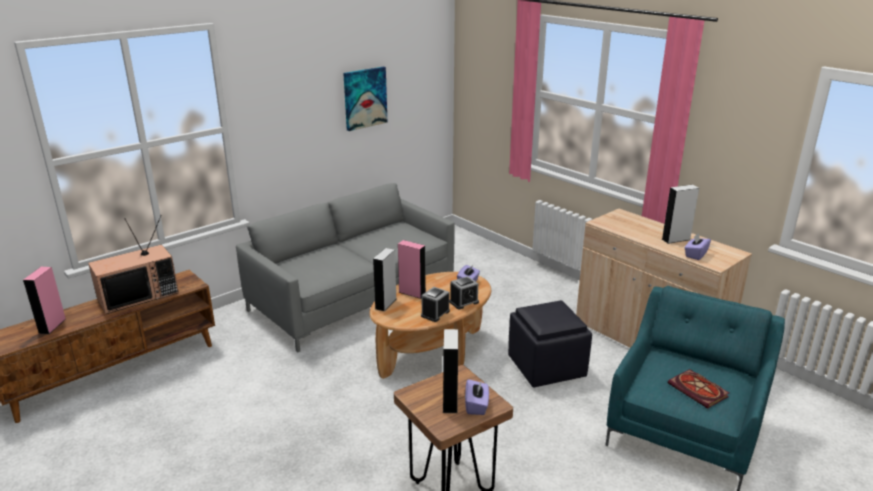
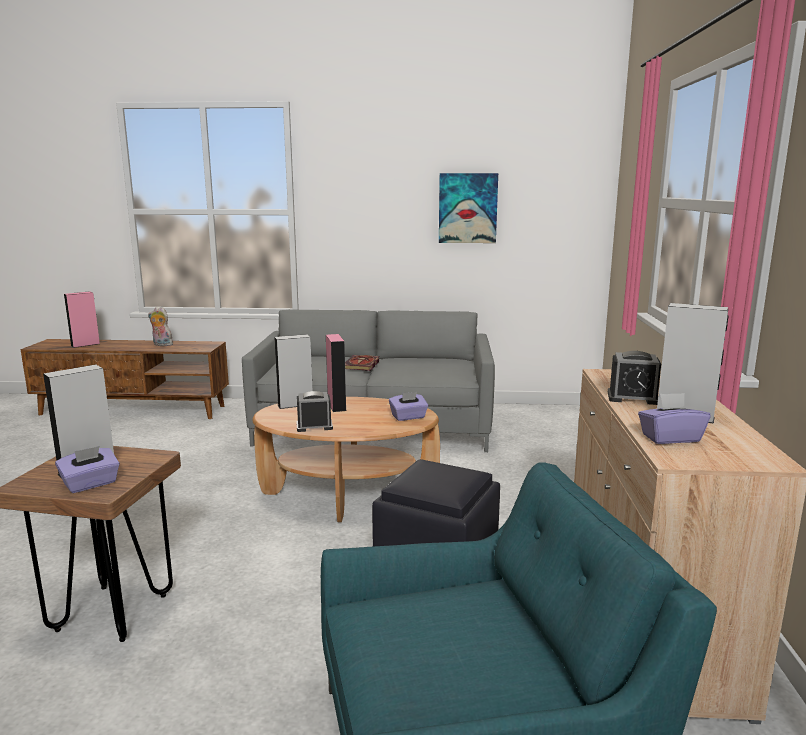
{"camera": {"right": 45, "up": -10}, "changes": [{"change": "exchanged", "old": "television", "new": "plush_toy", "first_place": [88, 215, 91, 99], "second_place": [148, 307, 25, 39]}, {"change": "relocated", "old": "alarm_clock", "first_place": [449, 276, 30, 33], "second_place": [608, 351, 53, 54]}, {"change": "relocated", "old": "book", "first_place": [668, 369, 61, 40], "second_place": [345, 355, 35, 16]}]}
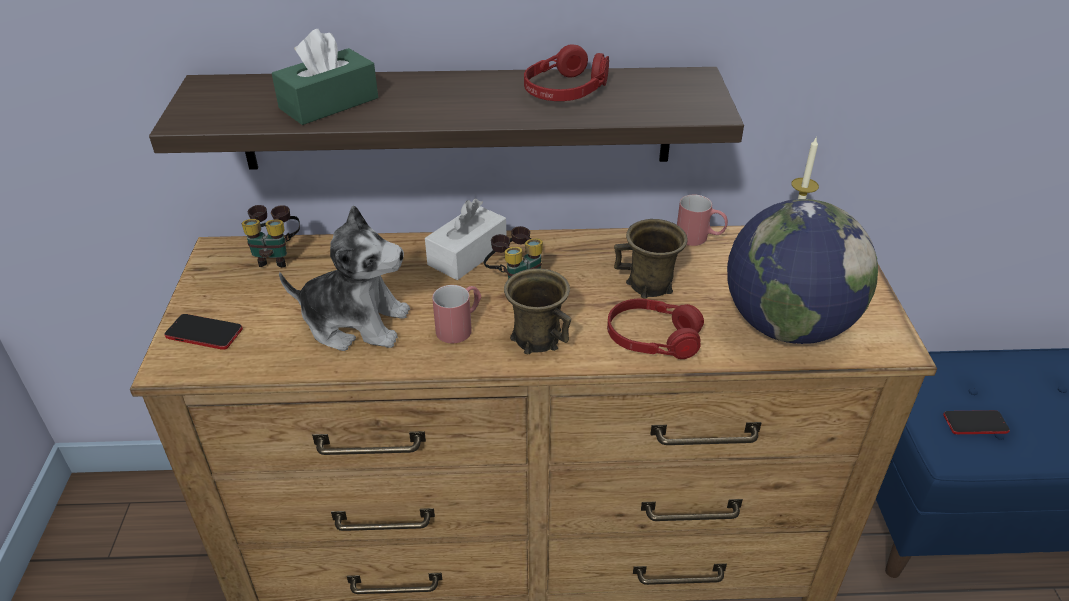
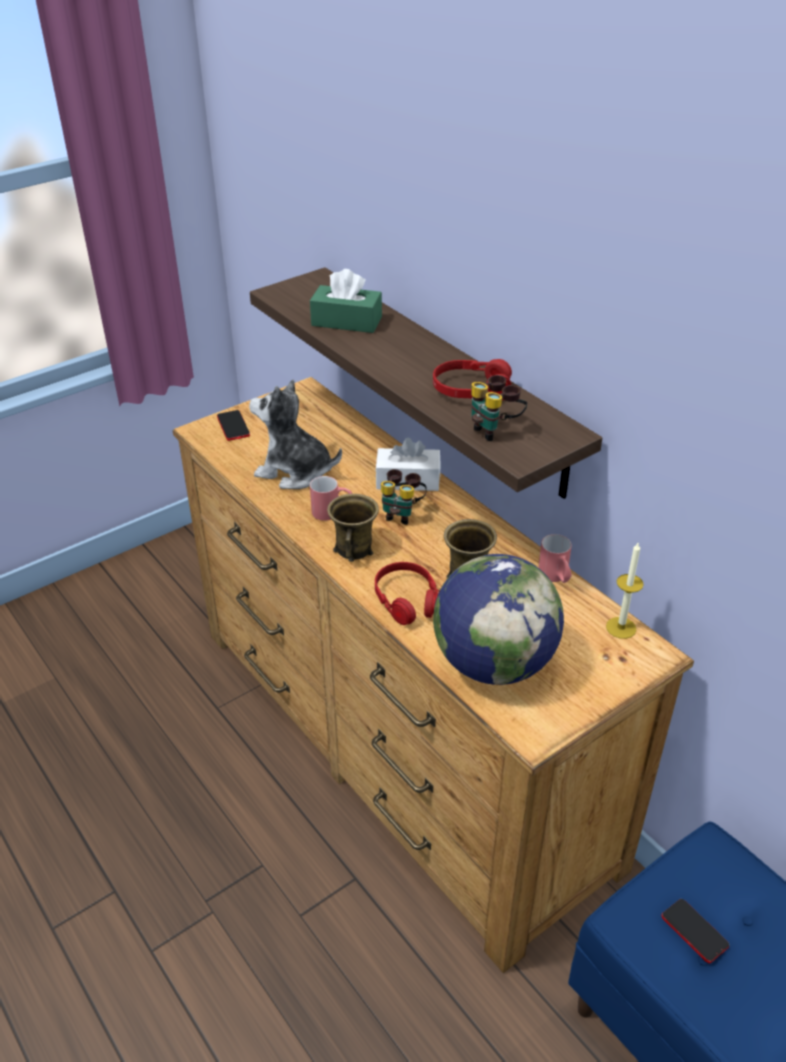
{"camera": {"right": 55, "up": 0}, "changes": [{"change": "relocated", "old": "binoculars", "first_place": [242, 205, 58, 63], "second_place": [471, 375, 56, 66]}, {"change": "spun", "old": "plush_toy", "first_place": [279, 205, 131, 146], "second_place": [249, 380, 93, 109], "degrees": 135}]}
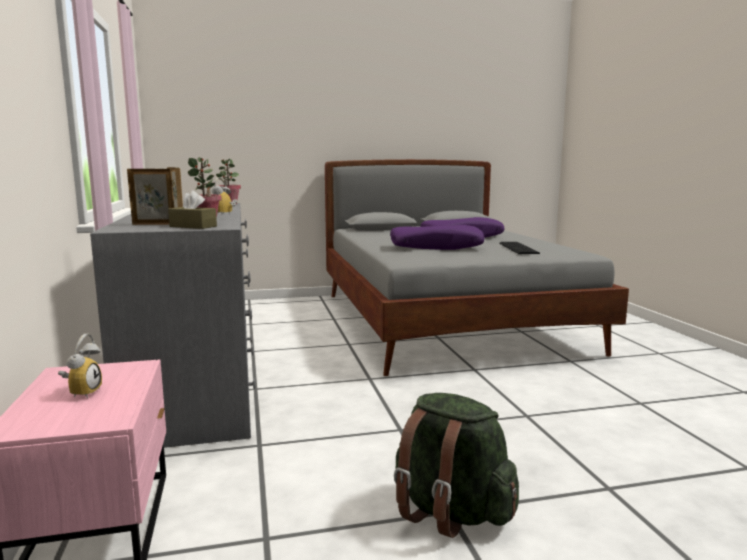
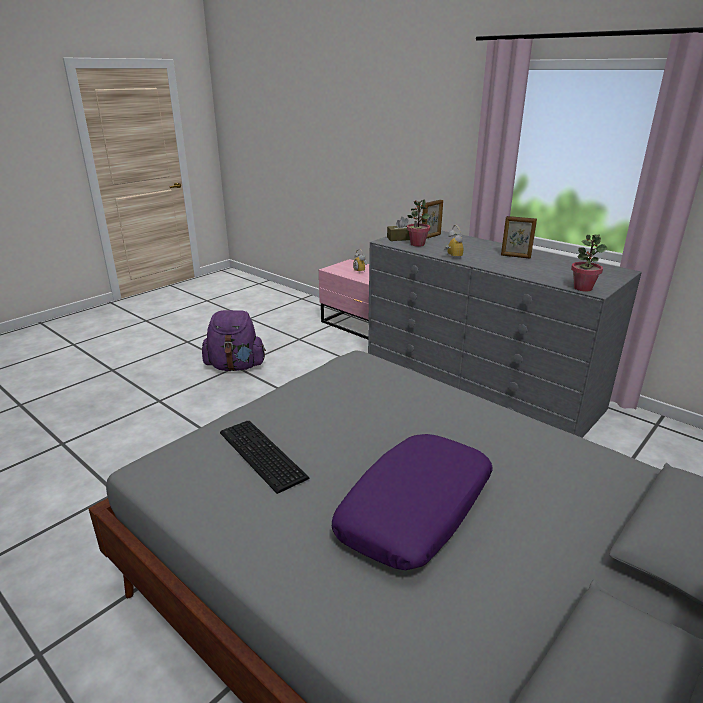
{"camera": {"right": 145, "up": 15}, "changes": [{"change": "missing", "old": "purple_pillow", "first_place": [390, 225, 95, 25]}, {"change": "colour", "old": "green_backpack", "new": "purple_backpack", "first_place": [394, 393, 125, 145], "second_place": [202, 310, 64, 61]}]}
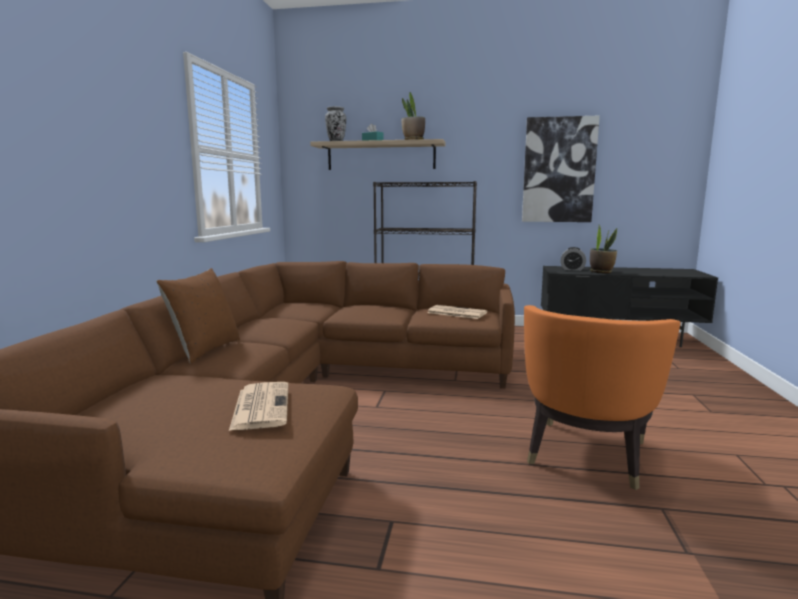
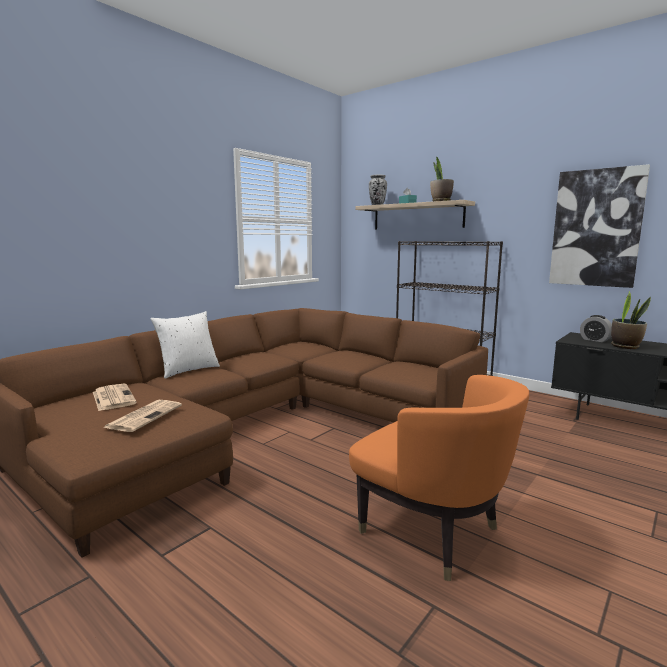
{"camera": {"right": 30, "up": 0}, "changes": [{"change": "colour", "old": "brown_pillow", "new": "white_pillow", "first_place": [156, 268, 84, 96], "second_place": [150, 311, 70, 68]}, {"change": "relocated", "old": "newspaper", "first_place": [428, 305, 59, 14], "second_place": [93, 384, 44, 27]}, {"change": "spun", "old": "orange_armchair", "first_place": [524, 305, 157, 185], "second_place": [349, 375, 180, 206], "degrees": -105}]}
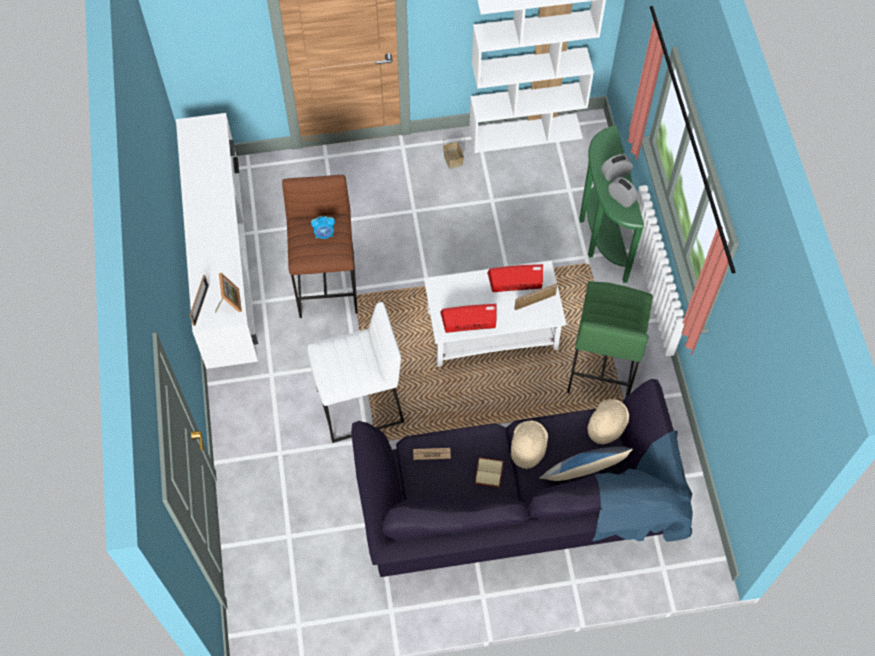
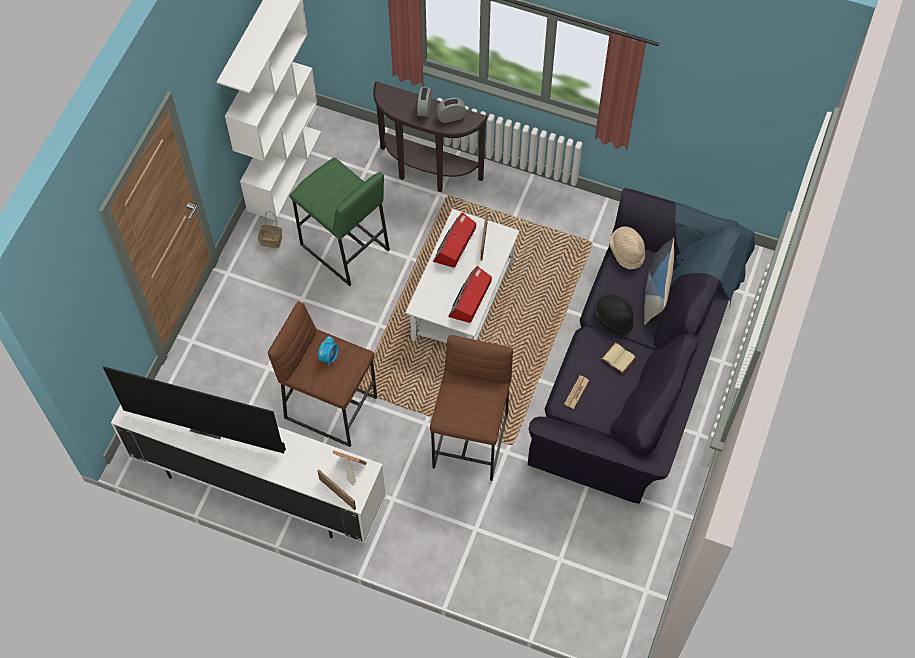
{"camera": {"right": -60, "up": 0}, "changes": [{"change": "colour", "old": "white_stool", "new": "brown_stool", "first_place": [307, 302, 97, 141], "second_place": [430, 335, 83, 146]}, {"change": "colour", "old": "beige_hat", "new": "black_hat", "first_place": [511, 420, 37, 49], "second_place": [594, 294, 40, 41]}, {"change": "relocated", "old": "green_stool", "first_place": [567, 281, 86, 117], "second_place": [290, 157, 100, 129]}, {"change": "colour", "old": "green_console_table", "new": "brown_console_table", "first_place": [579, 125, 65, 158], "second_place": [373, 82, 115, 110]}, {"change": "appeared", "new": "television", "second_place": [103, 366, 183, 87]}]}
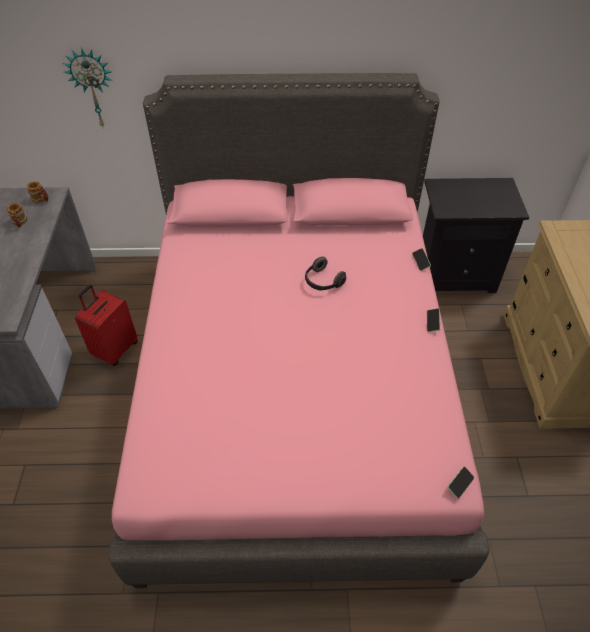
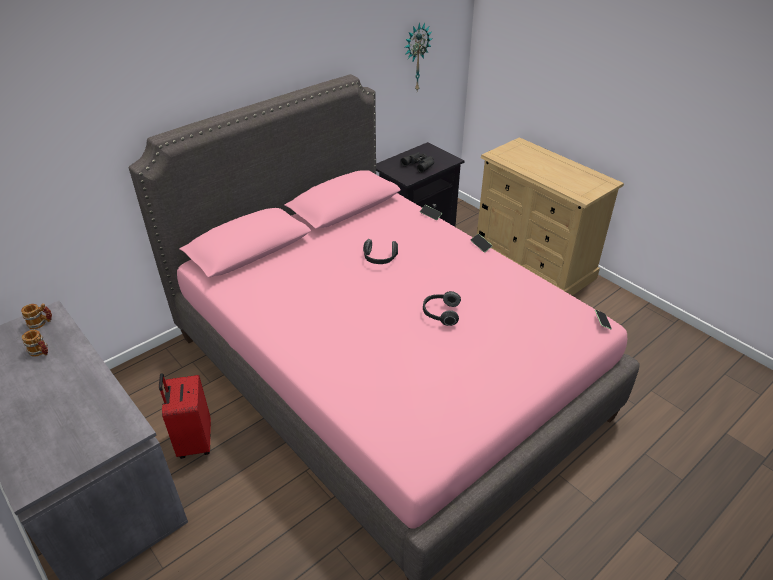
{"camera": {"right": -40, "up": -10}, "changes": [{"change": "relocated", "old": "wall_clock", "first_place": [62, 48, 51, 79], "second_place": [404, 22, 28, 69]}, {"change": "appeared", "new": "black_binoculars", "second_place": [400, 152, 34, 21]}, {"change": "appeared", "new": "headphones", "second_place": [423, 291, 38, 35]}]}
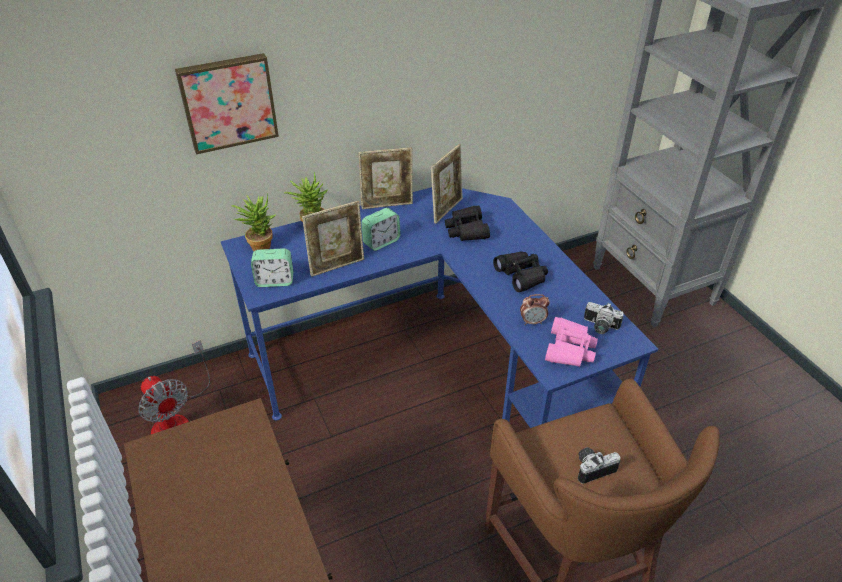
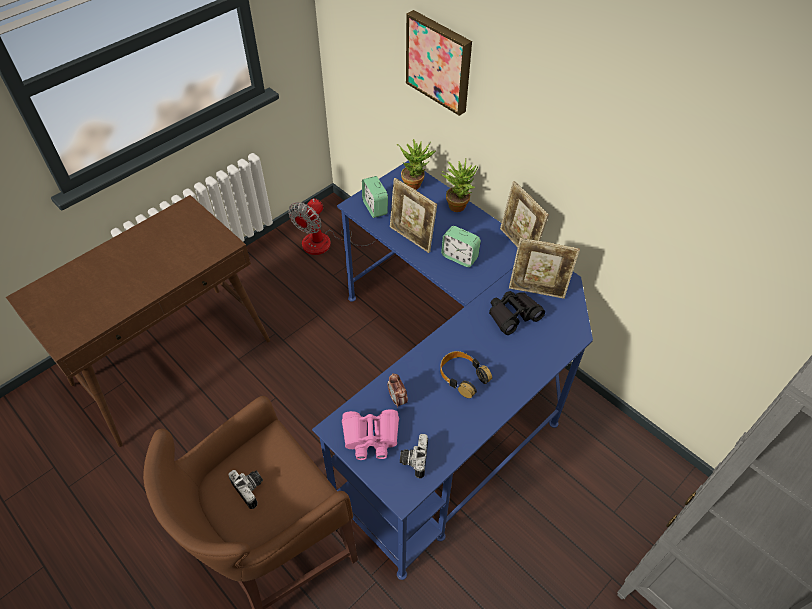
{"camera": {"right": 70, "up": 10}, "changes": [{"change": "exchanged", "old": "black_binoculars", "new": "headphones", "first_place": [493, 251, 55, 41], "second_place": [440, 351, 52, 47]}]}
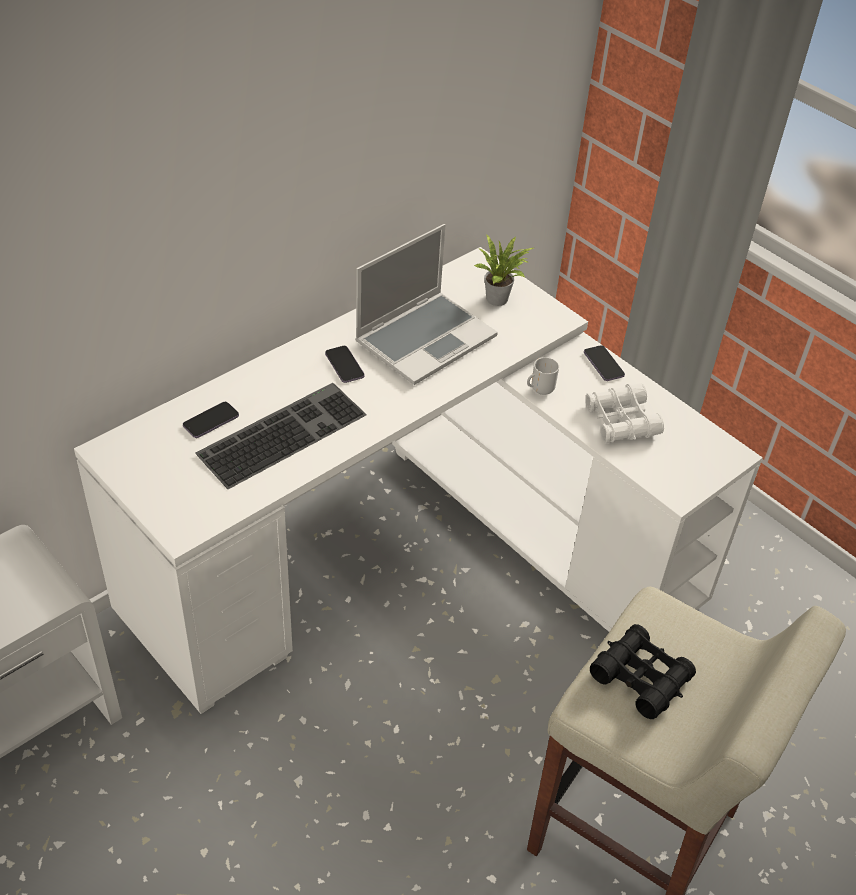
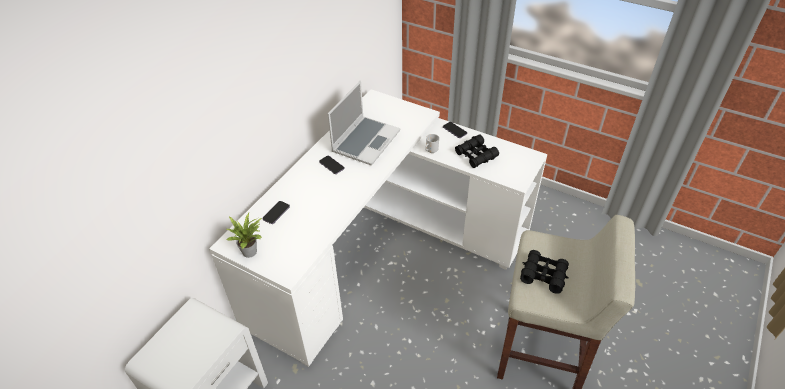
{"camera": {"right": -15, "up": 0}, "changes": [{"change": "missing", "old": "keyboard", "first_place": [195, 383, 172, 106]}, {"change": "relocated", "old": "potted_plant", "first_place": [474, 234, 62, 72], "second_place": [227, 213, 35, 45]}, {"change": "colour", "old": "white_binoculars", "new": "black_binoculars", "first_place": [585, 384, 79, 59], "second_place": [455, 135, 44, 33]}]}
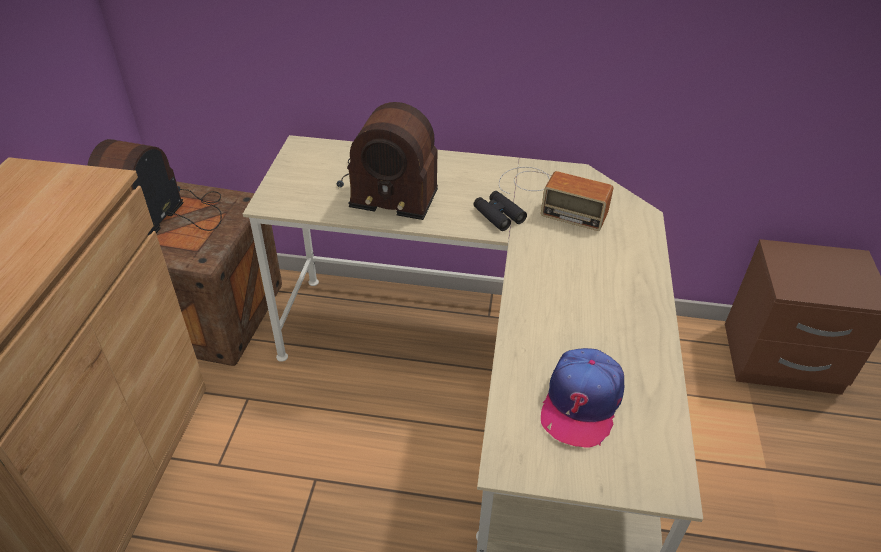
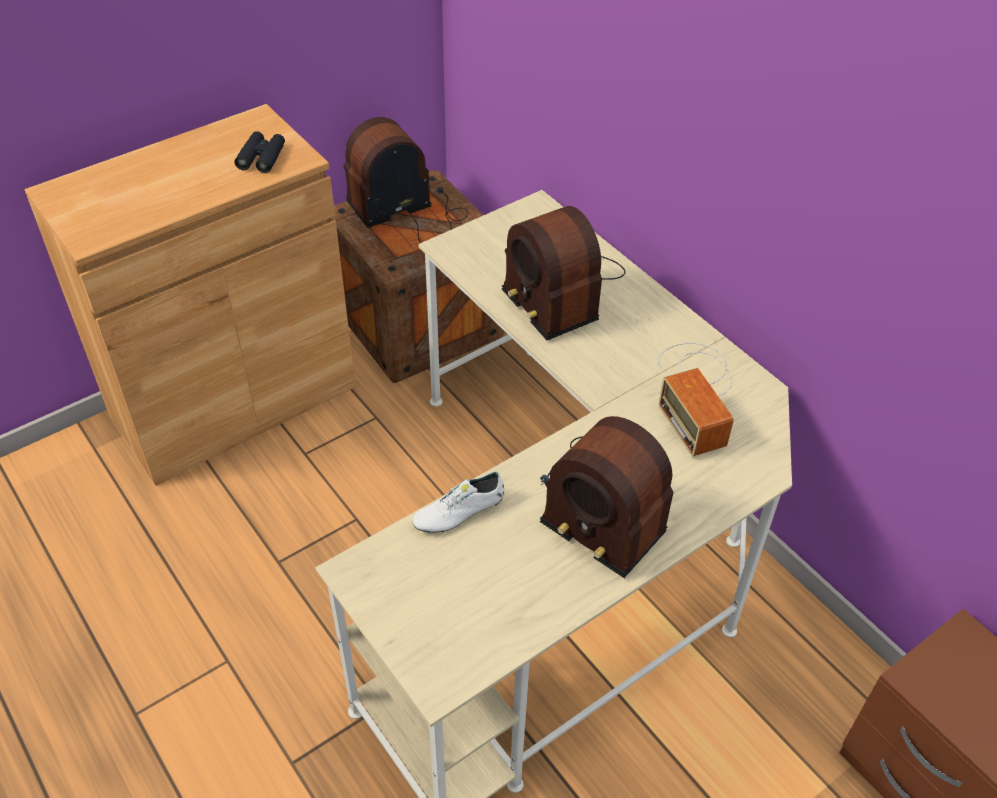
{"camera": {"right": 45, "up": 5}, "changes": [{"change": "relocated", "old": "black_binoculars", "first_place": [474, 191, 53, 40], "second_place": [235, 131, 50, 42]}, {"change": "missing", "old": "cap", "first_place": [541, 348, 83, 100]}, {"change": "appeared", "new": "white_shoe", "second_place": [412, 471, 92, 62]}, {"change": "appeared", "new": "radio", "second_place": [540, 416, 134, 162]}]}
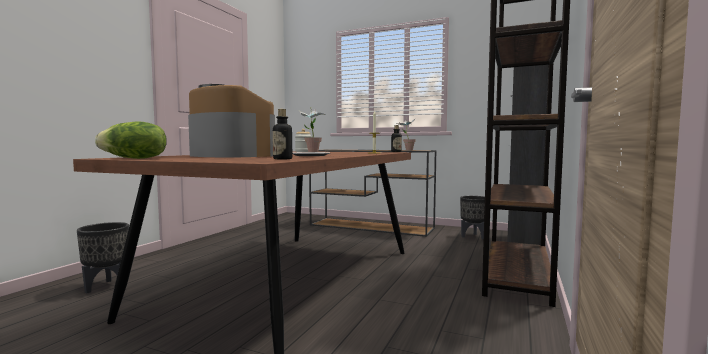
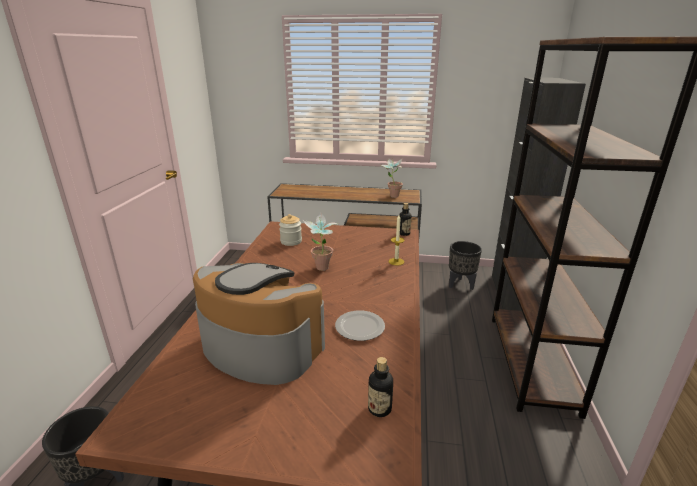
{"camera": {"right": -15, "up": 20}, "changes": [{"change": "missing", "old": "lettuce", "first_place": [95, 121, 72, 38]}]}
